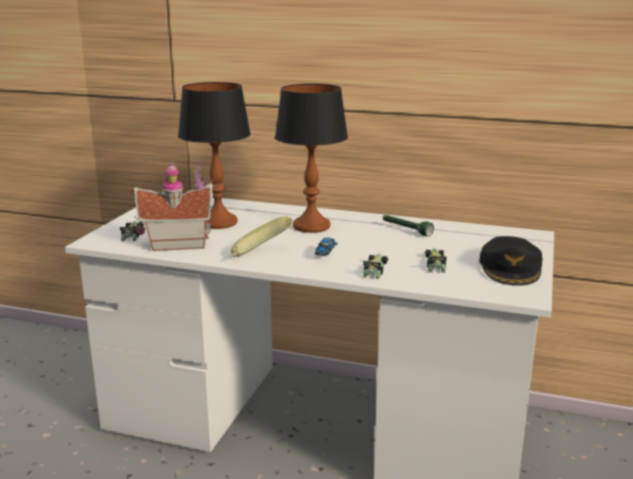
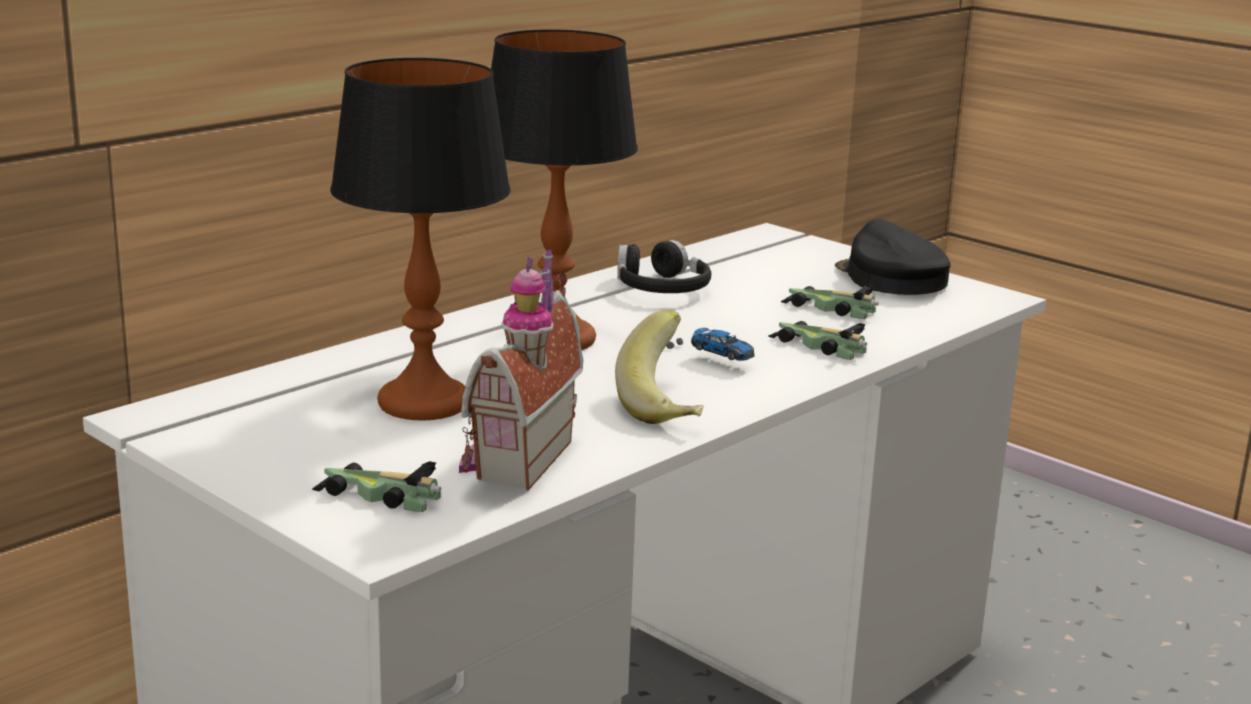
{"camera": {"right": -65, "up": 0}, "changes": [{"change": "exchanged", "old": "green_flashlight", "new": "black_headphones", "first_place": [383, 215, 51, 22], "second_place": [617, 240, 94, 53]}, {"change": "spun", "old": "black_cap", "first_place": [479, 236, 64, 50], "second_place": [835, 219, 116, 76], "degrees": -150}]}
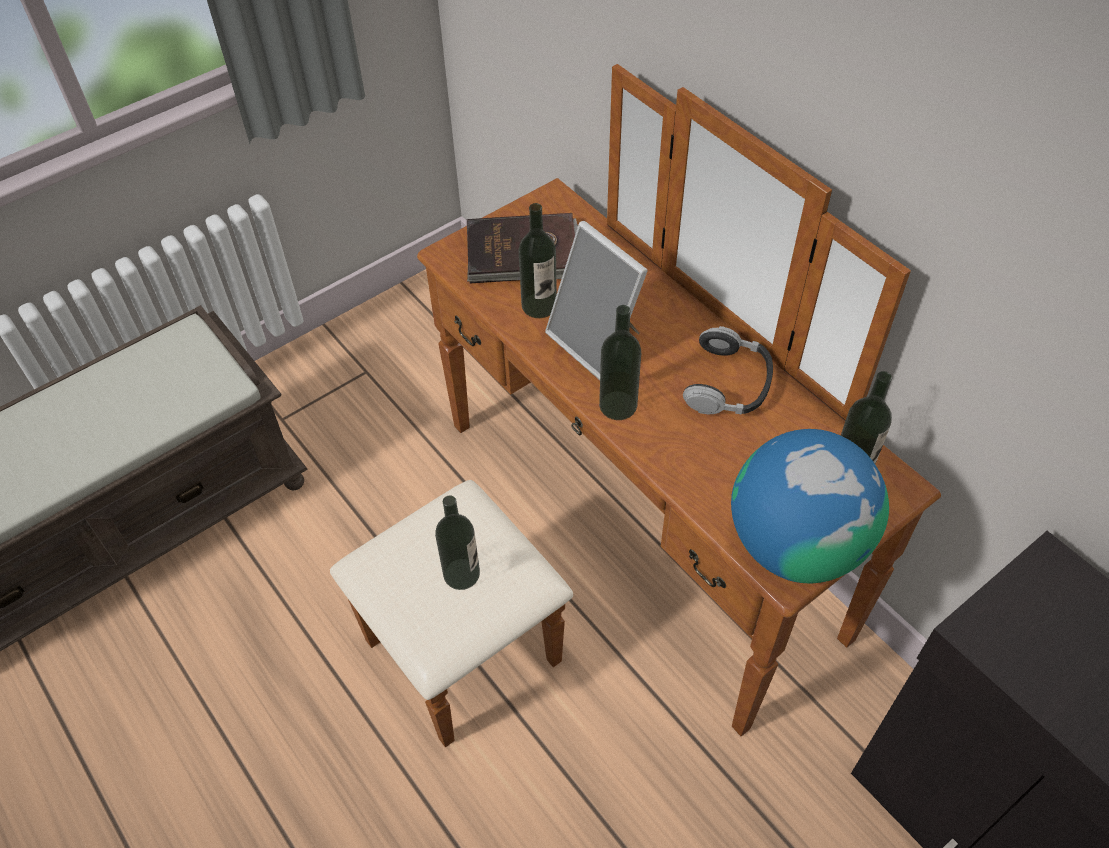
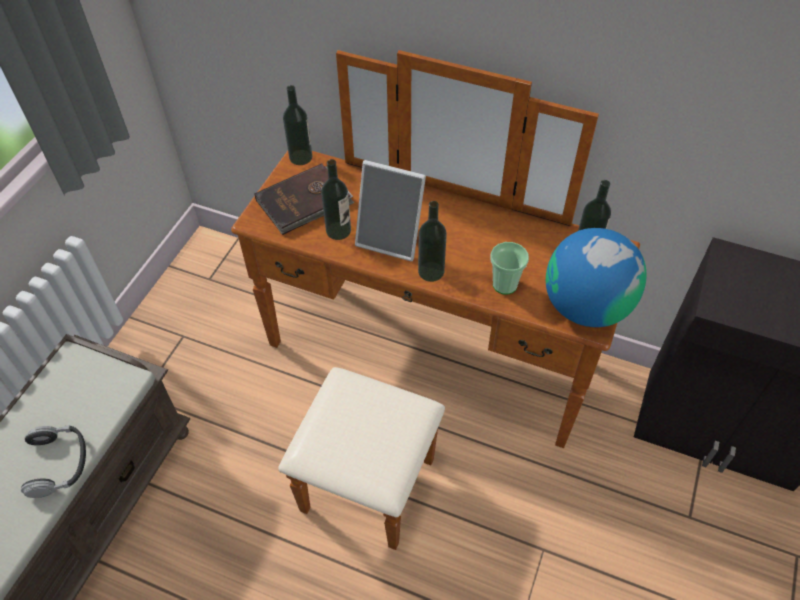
{"camera": {"right": -30, "up": 0}, "changes": [{"change": "relocated", "old": "bottle", "first_place": [435, 495, 45, 95], "second_place": [283, 85, 29, 80]}, {"change": "relocated", "old": "headphones", "first_place": [683, 326, 90, 89], "second_place": [21, 425, 65, 73]}, {"change": "appeared", "new": "cup", "second_place": [490, 242, 39, 53]}]}
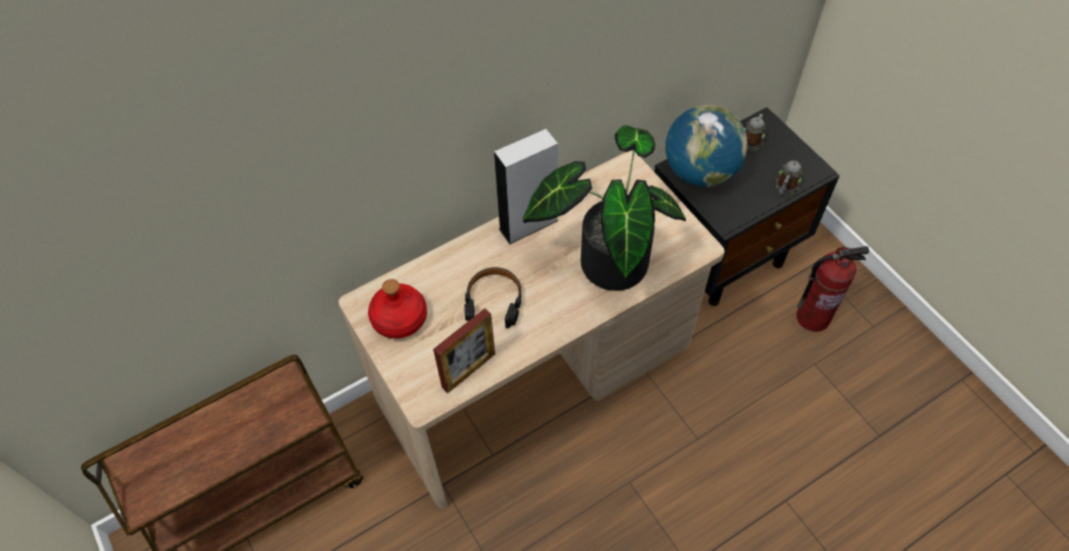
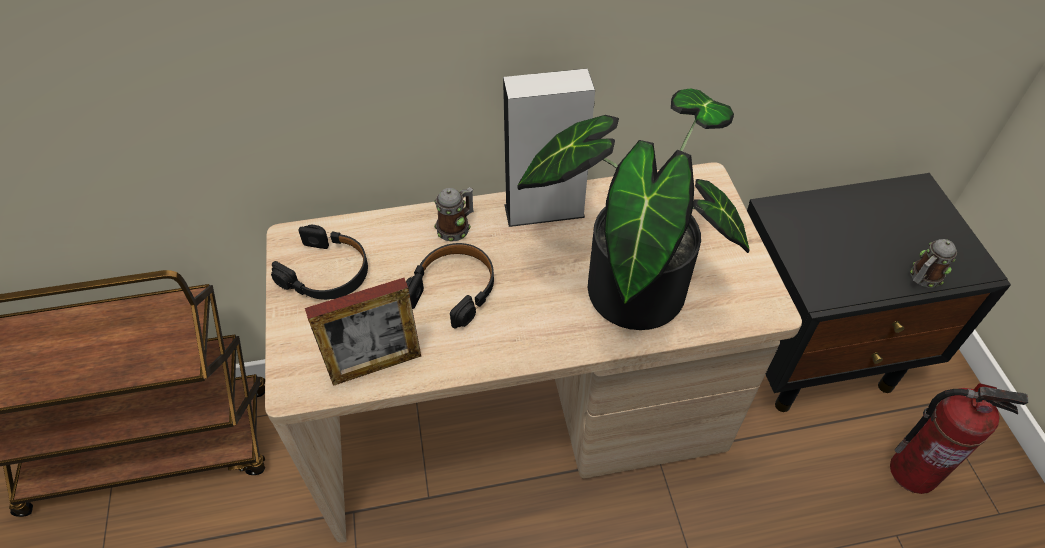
{"camera": {"right": 20, "up": -5}, "changes": [{"change": "exchanged", "old": "red_bottle", "new": "black_headphones", "first_place": [368, 279, 59, 60], "second_place": [271, 224, 97, 76]}, {"change": "missing", "old": "globe", "first_place": [665, 105, 83, 82]}, {"change": "relocated", "old": "mug", "first_place": [744, 114, 22, 37], "second_place": [434, 187, 40, 55]}]}
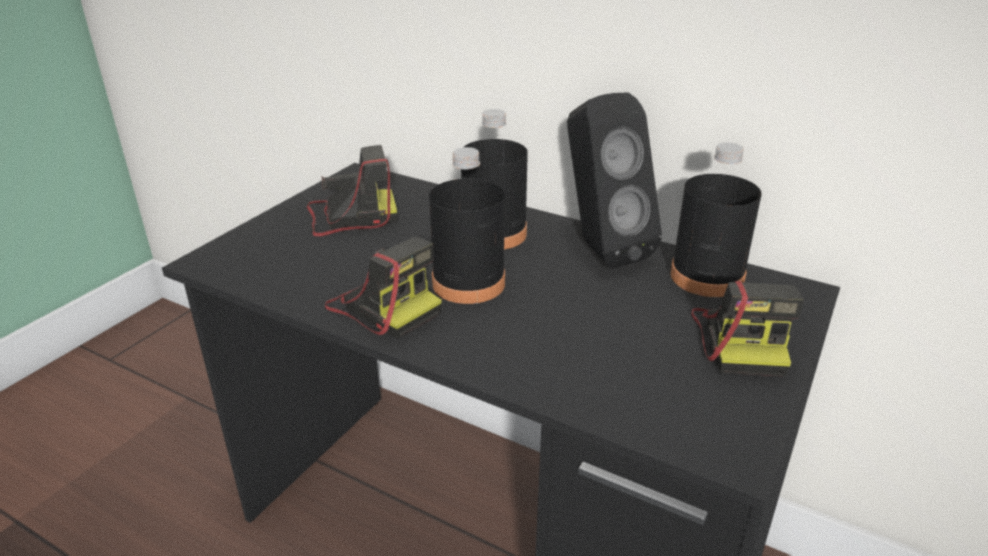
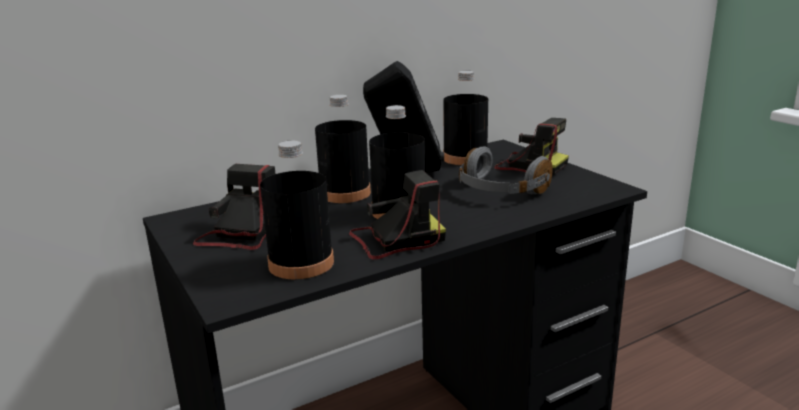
{"camera": {"right": -60, "up": -10}, "changes": [{"change": "appeared", "new": "black_bottle", "second_place": [260, 141, 74, 139]}, {"change": "appeared", "new": "grey_headphones", "second_place": [459, 146, 94, 48]}]}
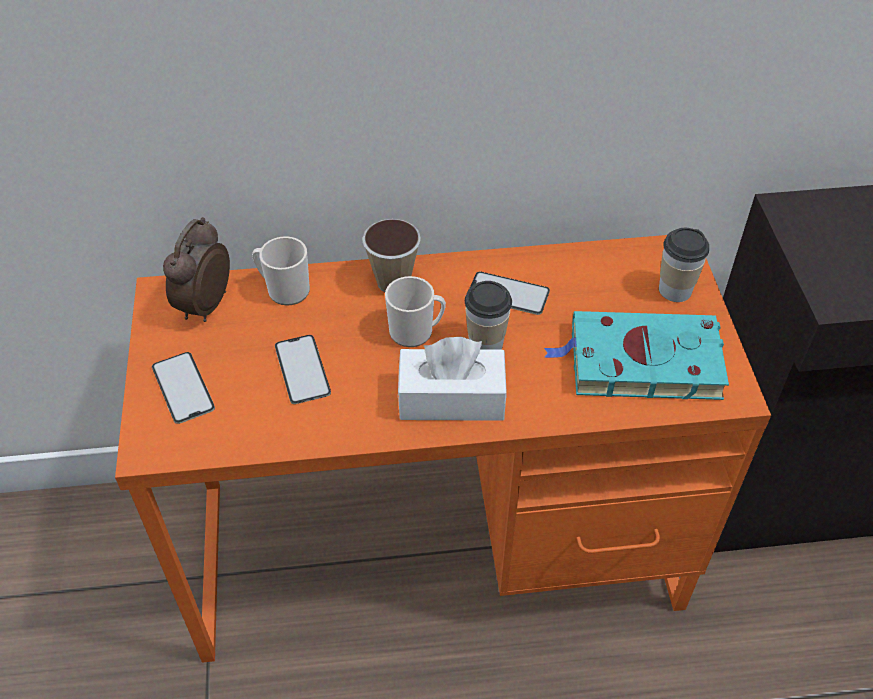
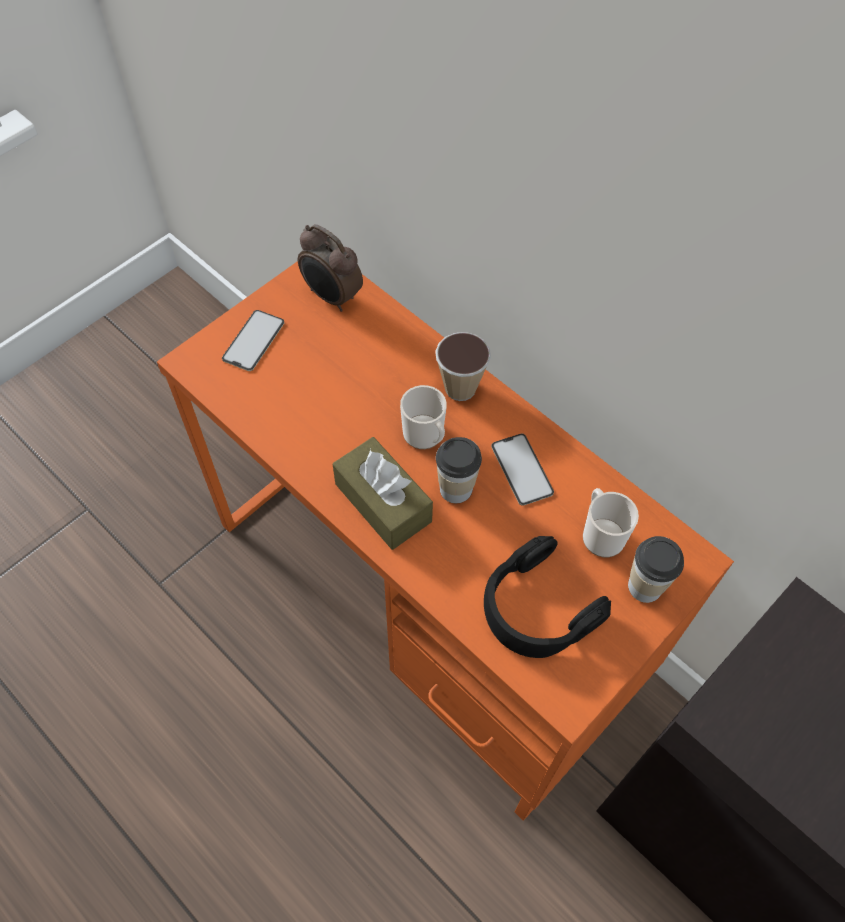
{"camera": {"right": 50, "up": 10}, "changes": [{"change": "spun", "old": "alarm_clock", "first_place": [163, 217, 67, 105], "second_place": [298, 224, 65, 88], "degrees": -120}, {"change": "relocated", "old": "mug", "first_place": [252, 236, 58, 69], "second_place": [583, 488, 56, 69]}, {"change": "missing", "old": "phone", "first_place": [275, 335, 56, 69]}, {"change": "colour", "old": "white_tissue_box", "new": "brown_tissue_box", "first_place": [398, 337, 109, 84], "second_place": [333, 437, 100, 113]}, {"change": "exchanged", "old": "turquoise_book", "new": "black_headphones", "first_place": [544, 311, 185, 89], "second_place": [484, 536, 127, 122]}]}
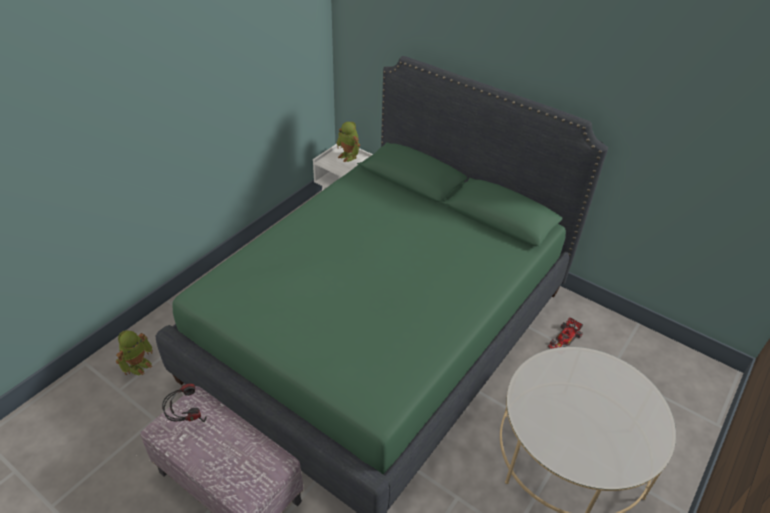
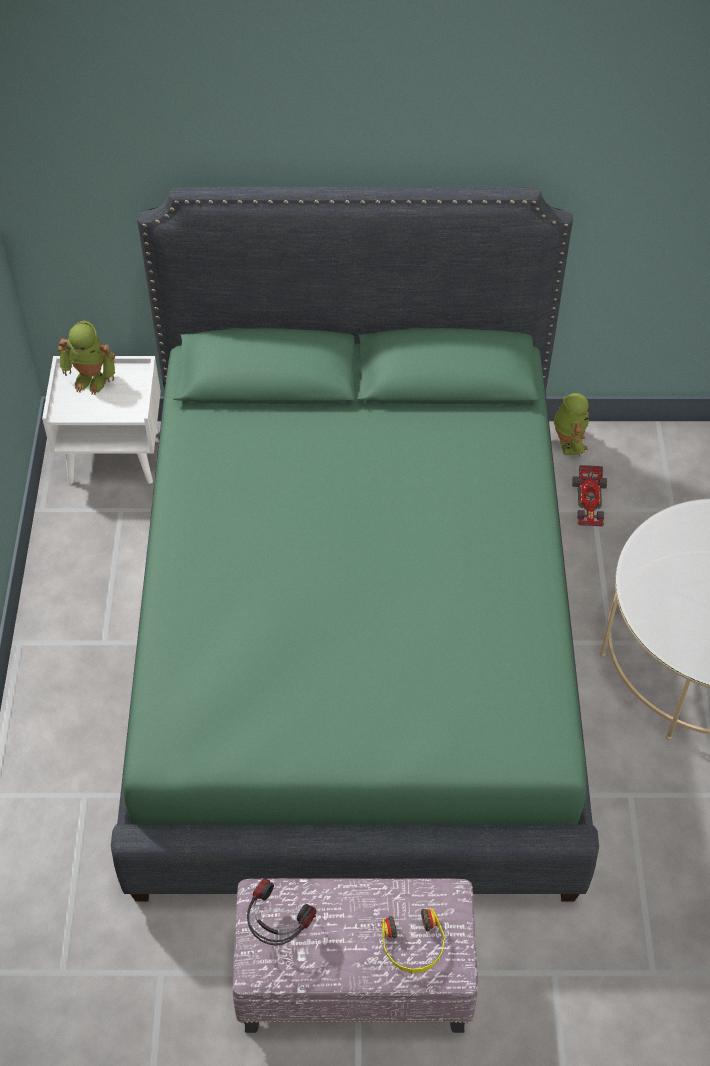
{"camera": {"right": -35, "up": 10}, "changes": [{"change": "relocated", "old": "toy_robot", "first_place": [116, 330, 37, 46], "second_place": [554, 393, 36, 64]}, {"change": "appeared", "new": "headphones", "second_place": [381, 908, 64, 65]}]}
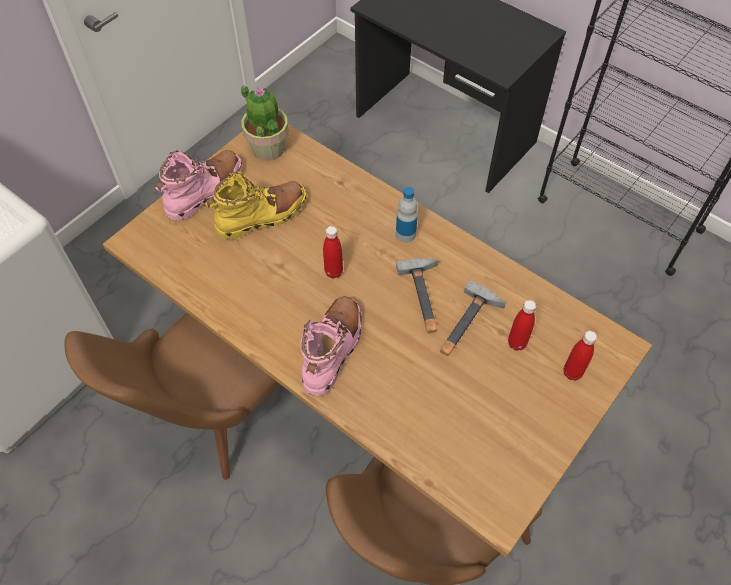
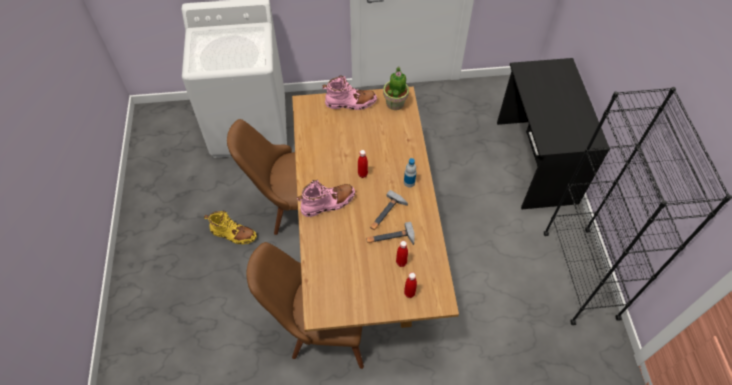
{"camera": {"right": 45, "up": 0}, "changes": [{"change": "relocated", "old": "yellow_boot", "first_place": [205, 171, 102, 69], "second_place": [204, 211, 53, 33]}]}
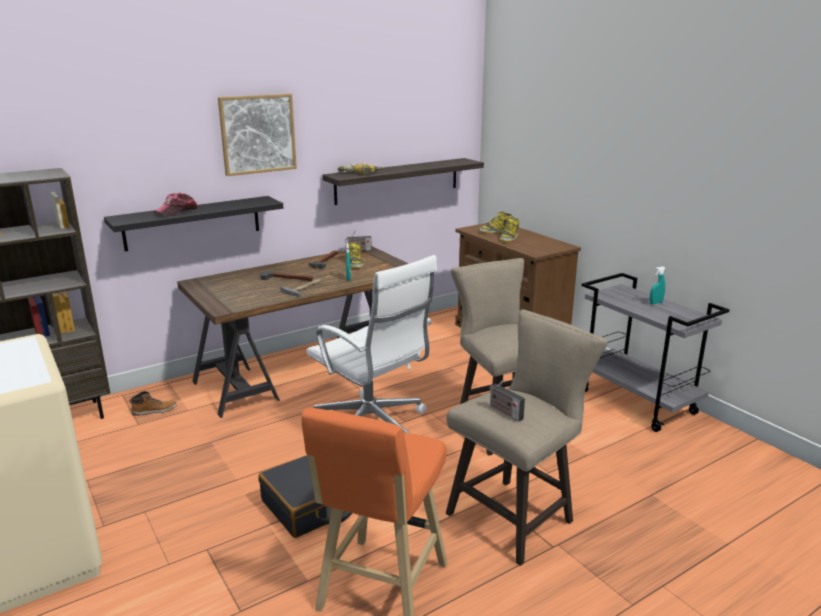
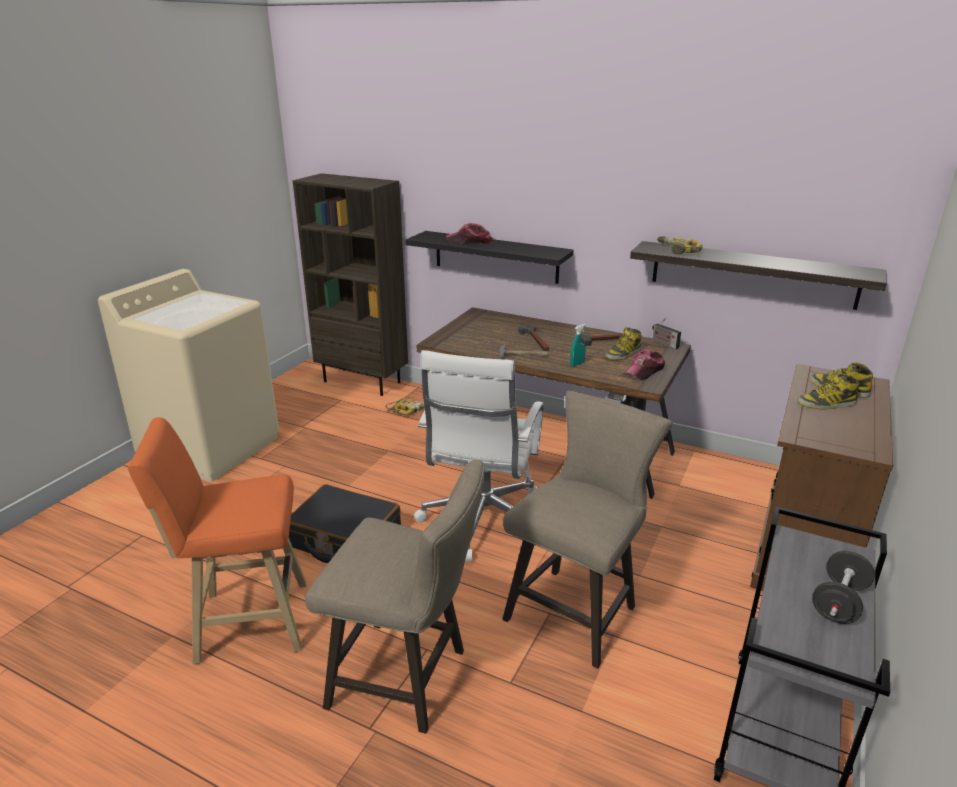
{"camera": {"right": 60, "up": 5}, "changes": [{"change": "exchanged", "old": "boot", "new": "power_drill", "first_place": [129, 391, 48, 25], "second_place": [386, 397, 39, 18]}, {"change": "missing", "old": "picture", "first_place": [218, 94, 79, 82]}, {"change": "missing", "old": "radio", "first_place": [489, 378, 36, 43]}, {"change": "exchanged", "old": "turquoise_spray_bottle", "new": "black_dumbbell", "first_place": [650, 266, 16, 38], "second_place": [812, 551, 63, 73]}, {"change": "appeared", "new": "cap", "second_place": [624, 350, 41, 30]}]}
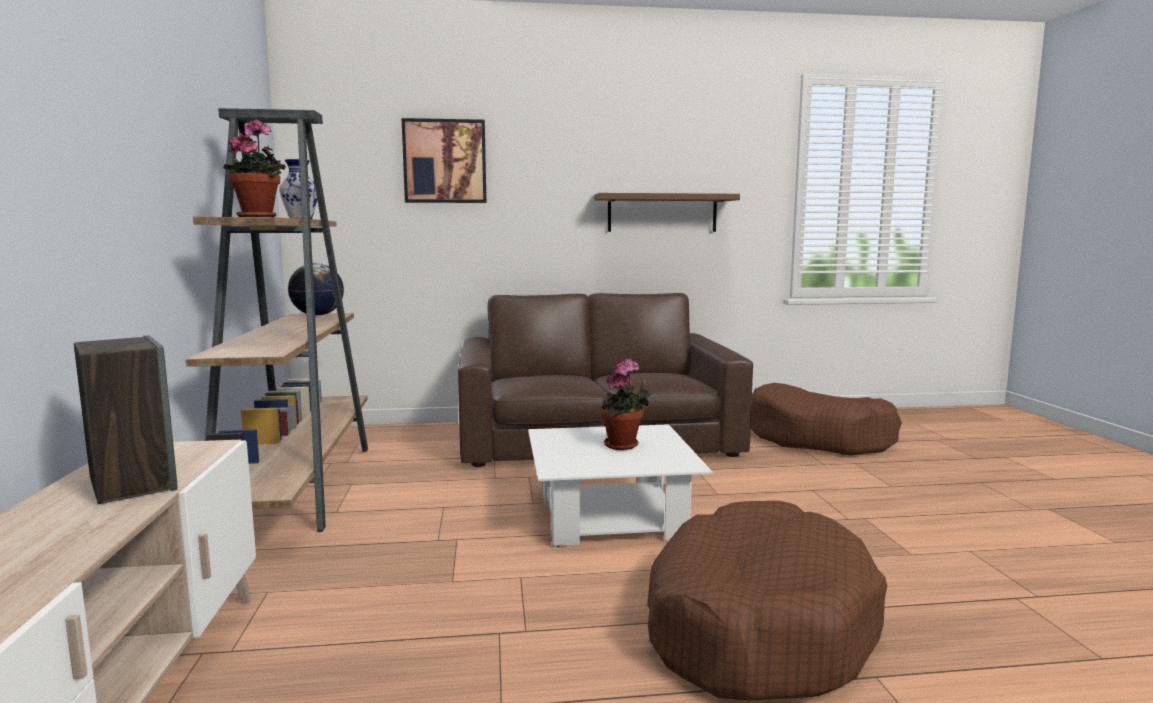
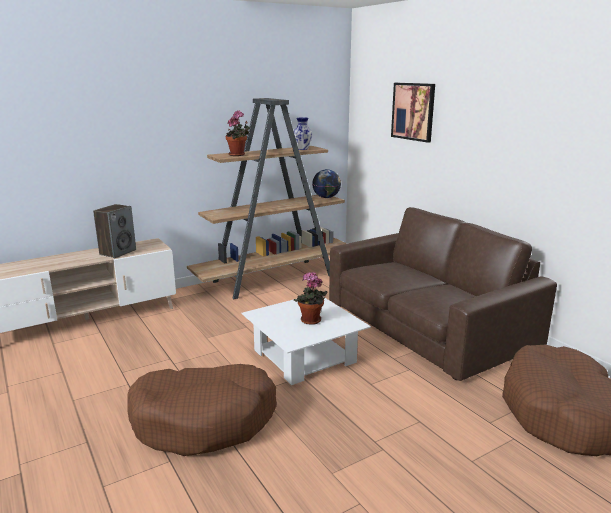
{"camera": {"right": 65, "up": 10}, "changes": [{"change": "missing", "old": "brown_shelf", "first_place": [594, 193, 146, 39]}]}
